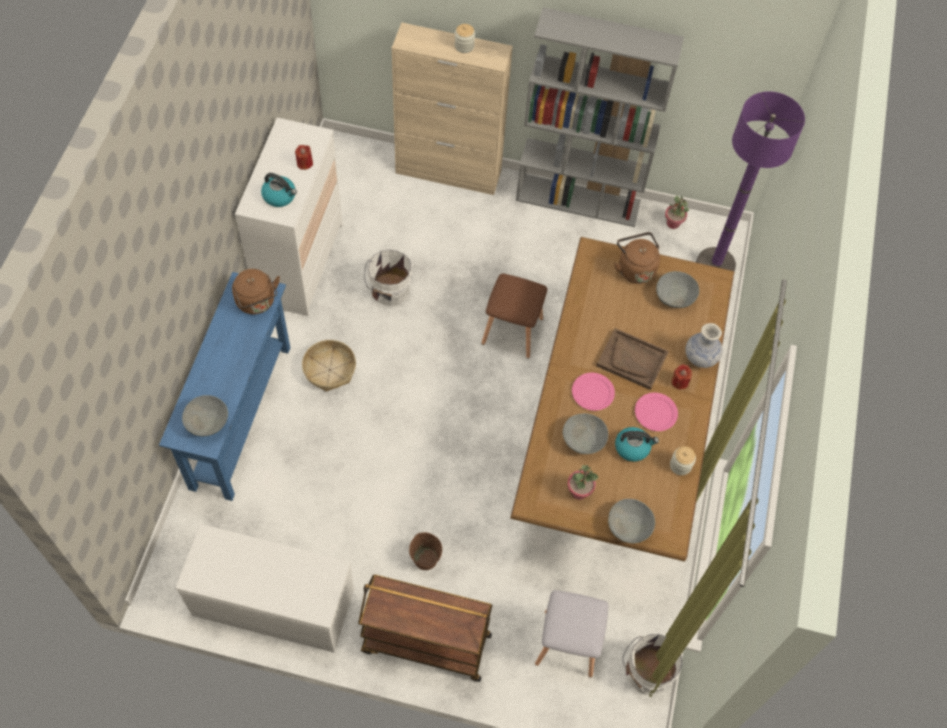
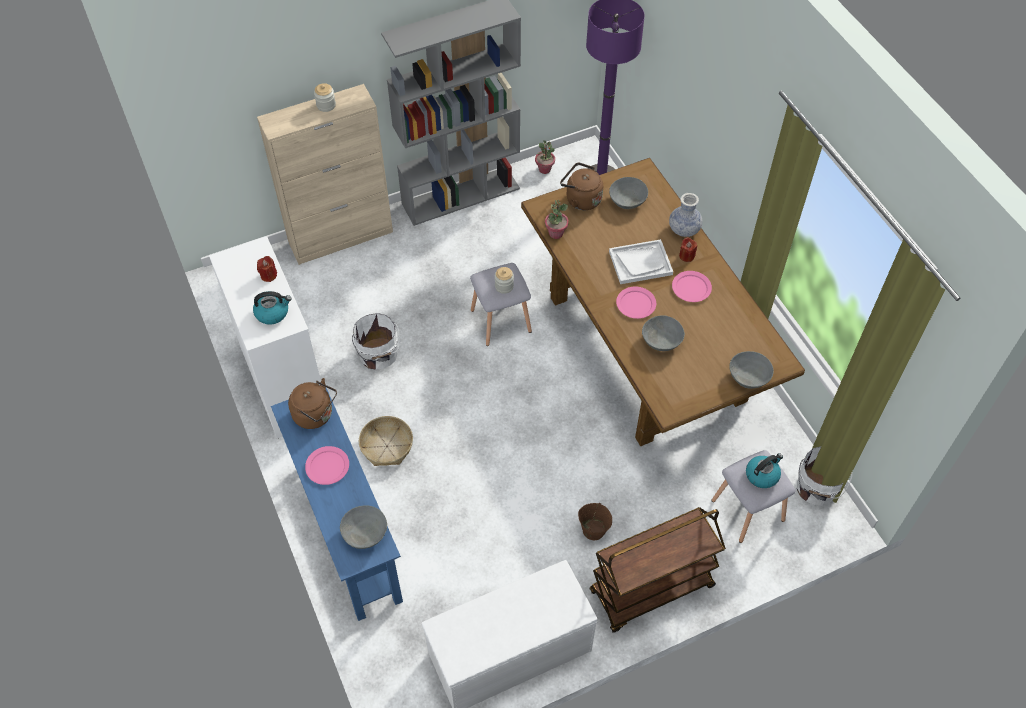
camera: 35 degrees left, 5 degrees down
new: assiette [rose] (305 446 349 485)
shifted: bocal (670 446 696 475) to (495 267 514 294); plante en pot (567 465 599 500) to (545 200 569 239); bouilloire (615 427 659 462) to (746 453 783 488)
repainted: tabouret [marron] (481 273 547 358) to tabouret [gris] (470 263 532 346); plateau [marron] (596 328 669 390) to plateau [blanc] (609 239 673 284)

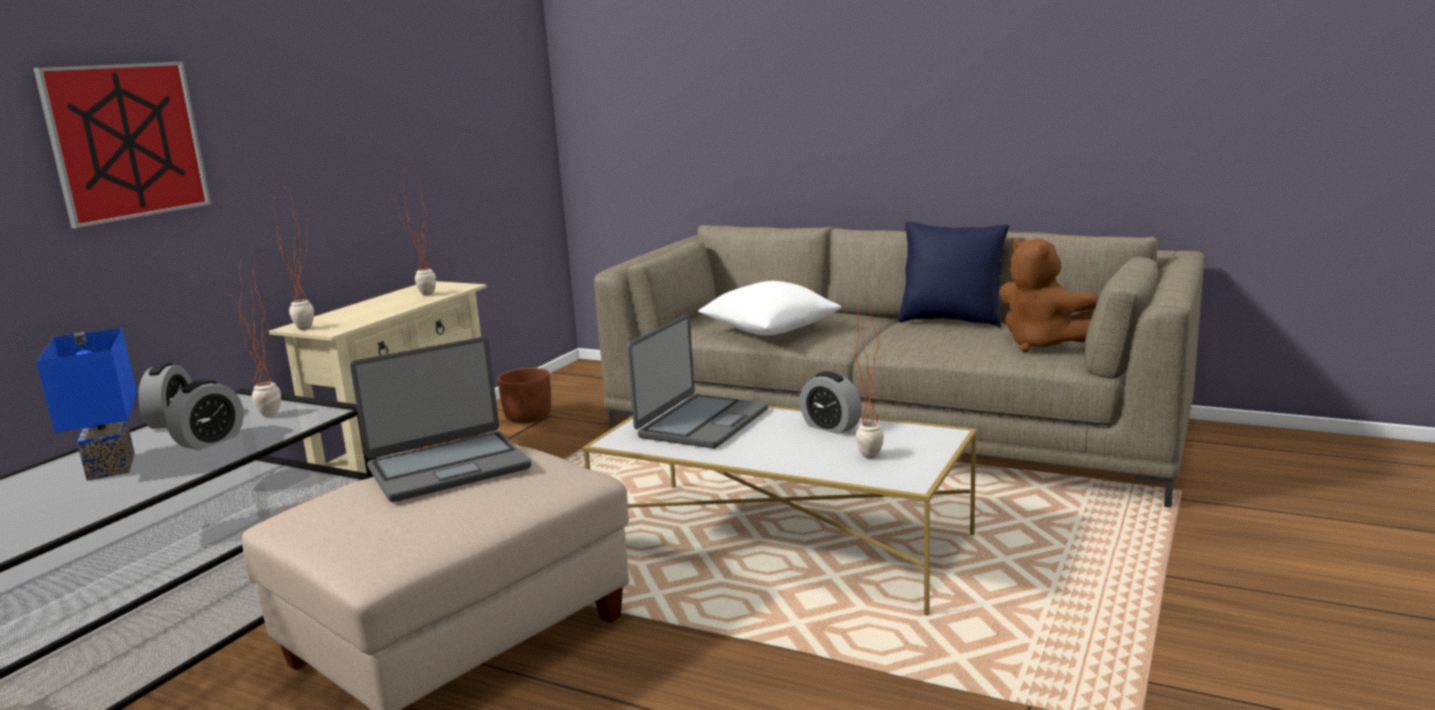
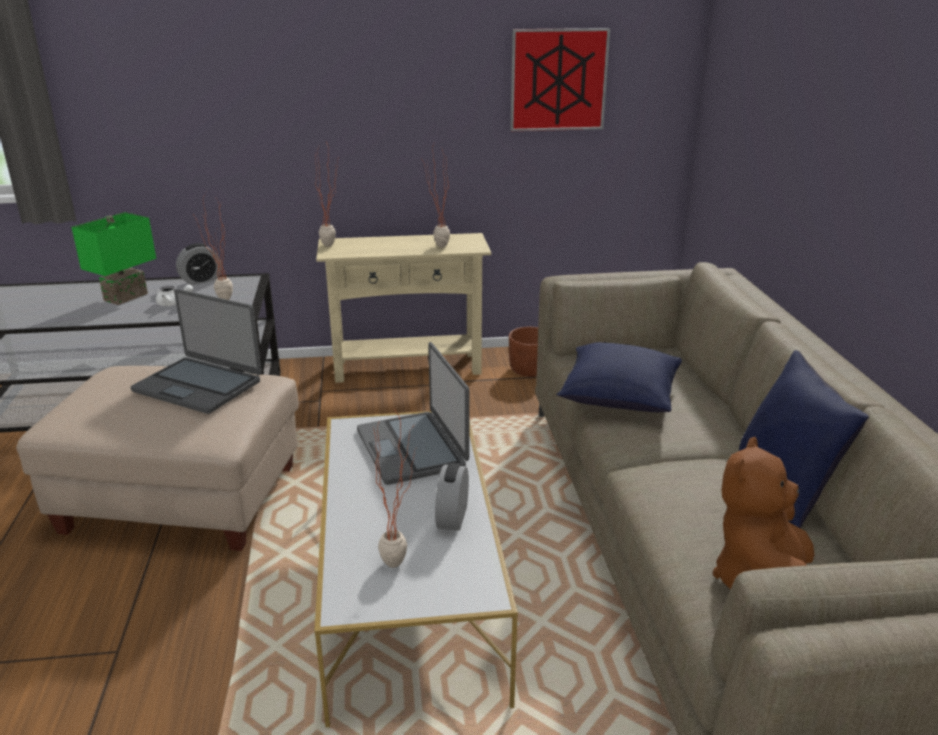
camera: 55 degrees right, 10 degrees up
shifted: tableau (33 62 211 228) to (510 28 610 131)
swapped: réveil (166 379 244 451) to théière [blanc] (156 285 193 306)
repainted: lampe de table [bleu] (36 327 137 481) to lampe de table [vert] (72 212 156 305); coussin [blanc] (698 281 841 336) to coussin [bleu] (556 342 682 412)
rotated: ordinateur portable (627 314 768 449) = (357 342 469 485) 75 degrees clockwise

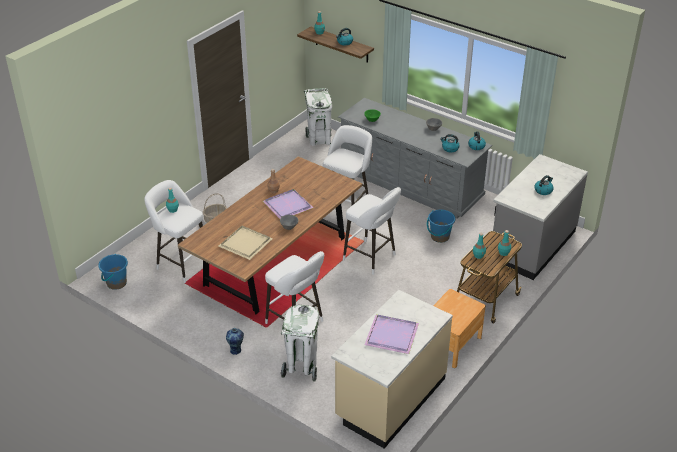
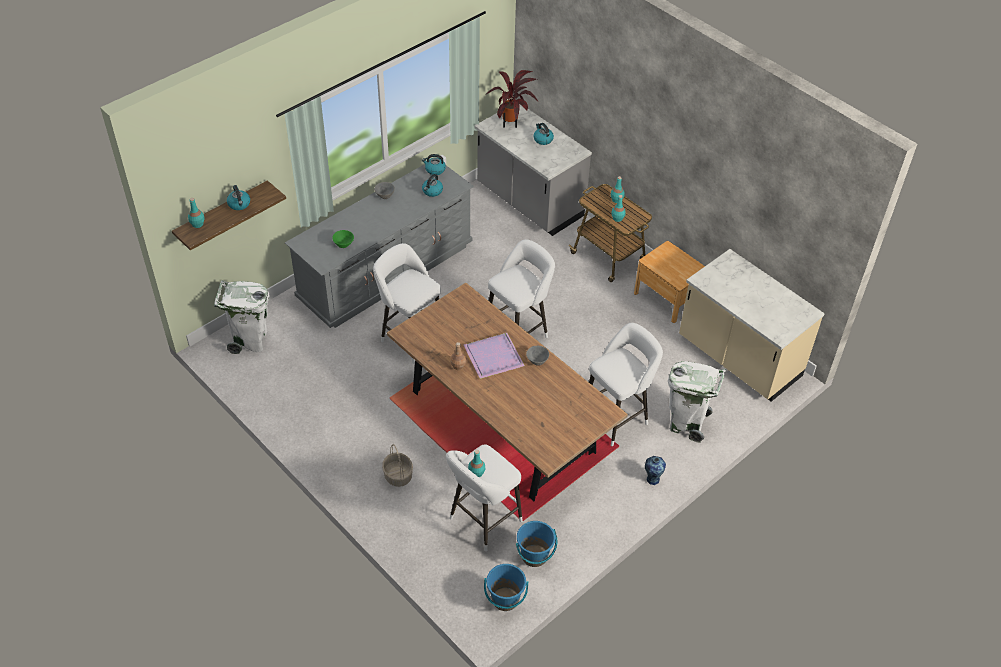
camera: 80 degrees left, 10 degrees up
gone: plateau [beige] (218 226 273 260); plateau [violet] (365 315 419 354)
new: plante en pot (486 70 538 128)
shifted: seau [bleu] (427 210 455 243) to (516 521 557 567)

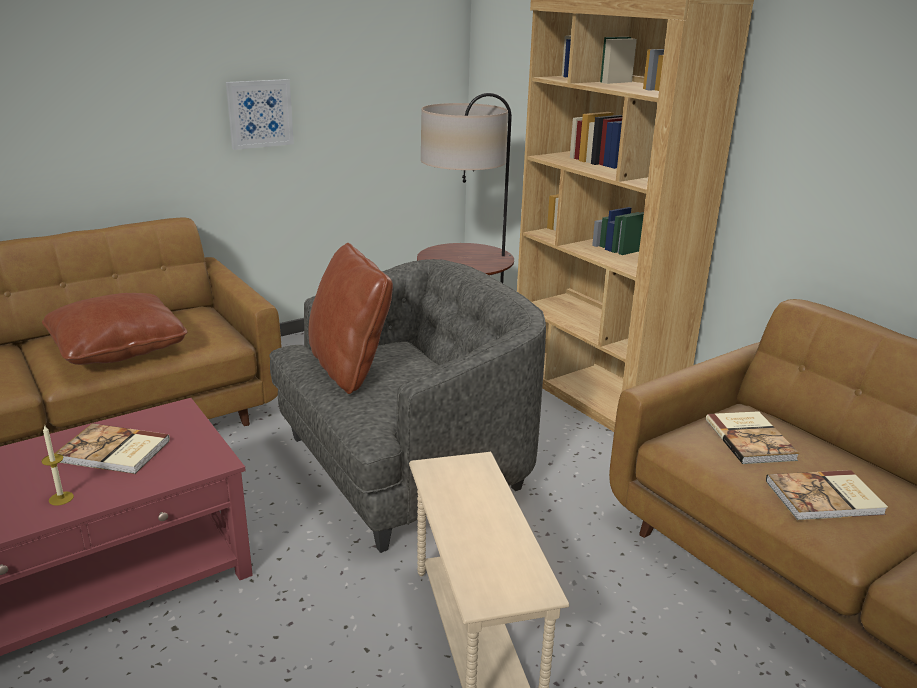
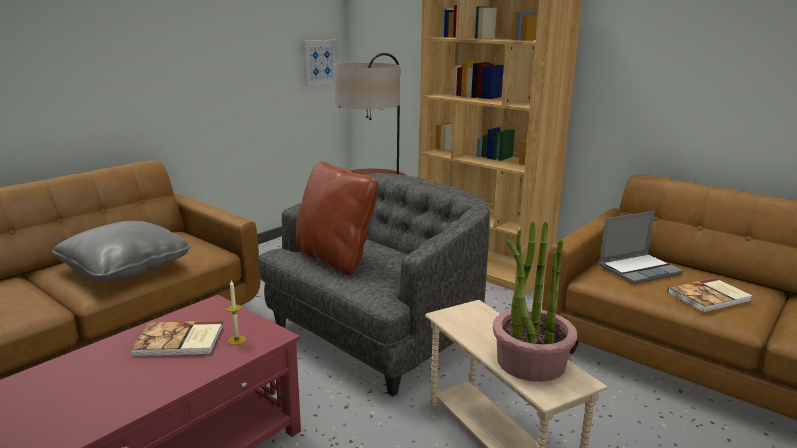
camera: 15 degrees left, 5 degrees down
new: plante en pot (493 221 577 382)
shifted: bougie (41 426 74 506) to (226 280 246 345); tableau (226 79 294 150) to (303 40 338 87)
swapped: livre (706 411 800 464) to ordinateur portable (599 211 684 284)
repainted: coussin [marron] (42 293 187 365) to coussin [gris] (52 221 191 281)

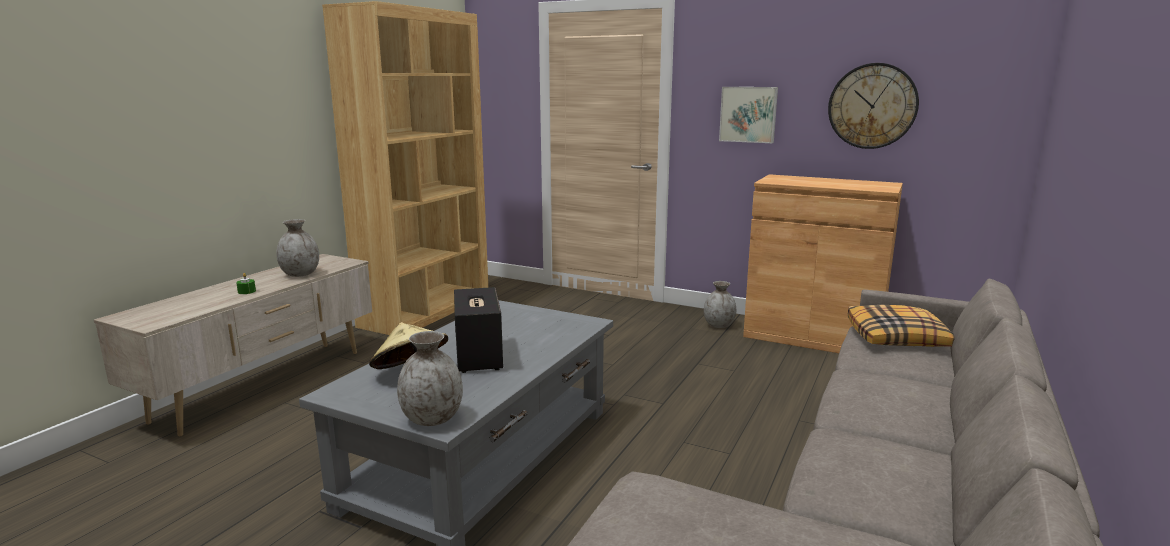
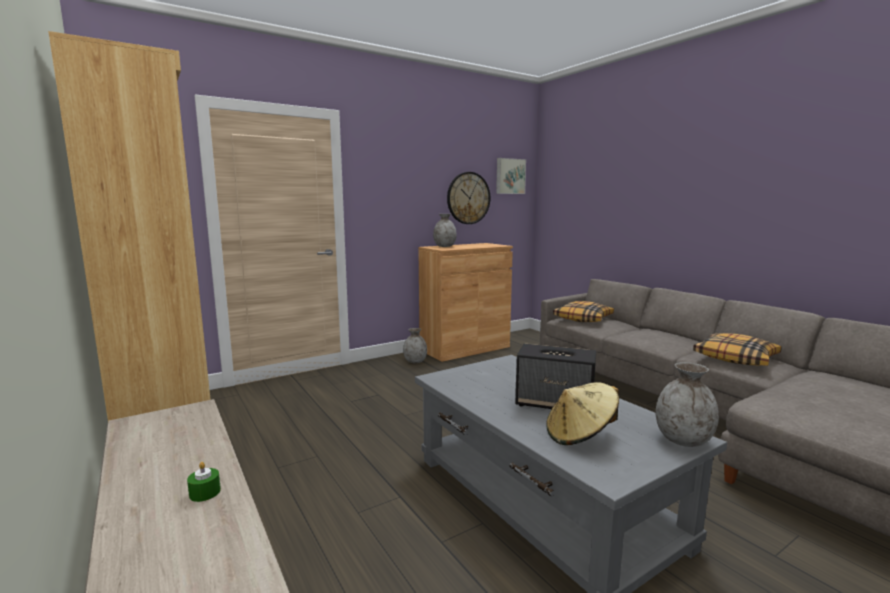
camera: 60 degrees left, 5 degrees down
new: coussin (693 333 782 366)
shifted: vase [gris] (276 219 319 277) to (433 214 457 247); tableau (719 87 778 143) to (496 158 526 194)

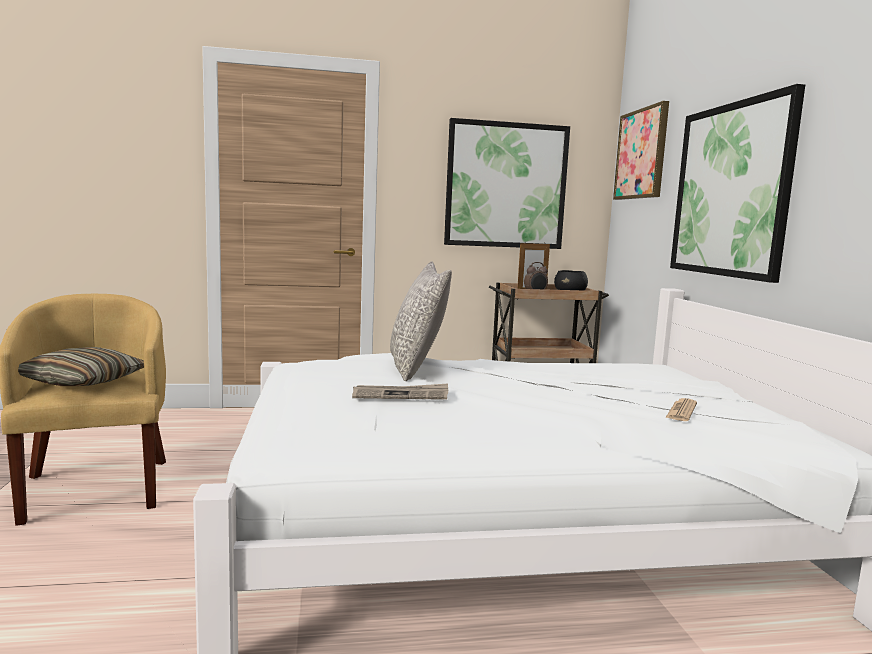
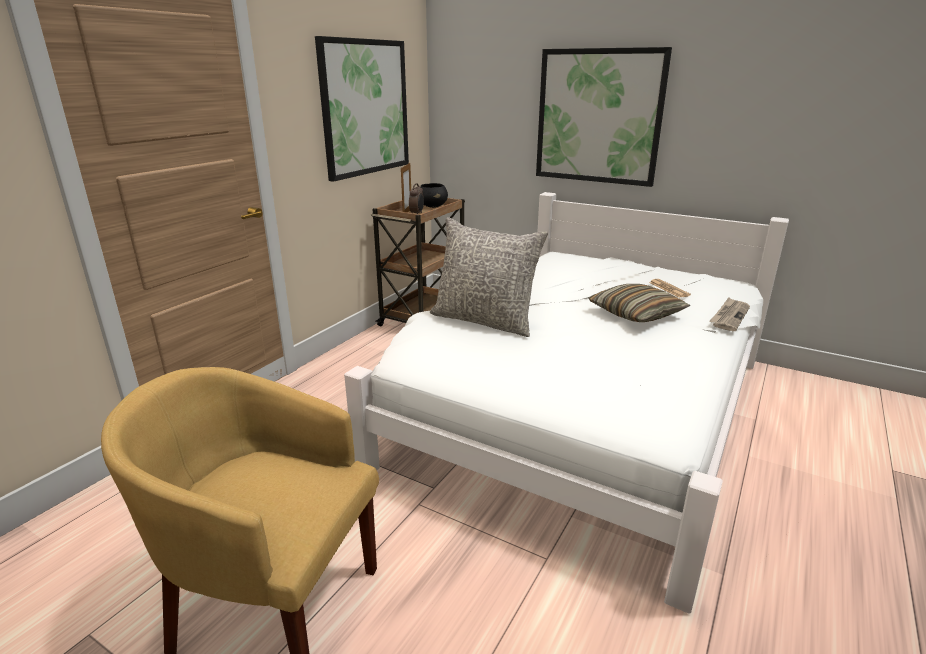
camera: 50 degrees left, 15 degrees up
gone: tableau (613 101 669 200)
shifted: coussin (18 347 144 386) to (588 284 690 322); journal (352 384 448 400) to (709 297 750 331)

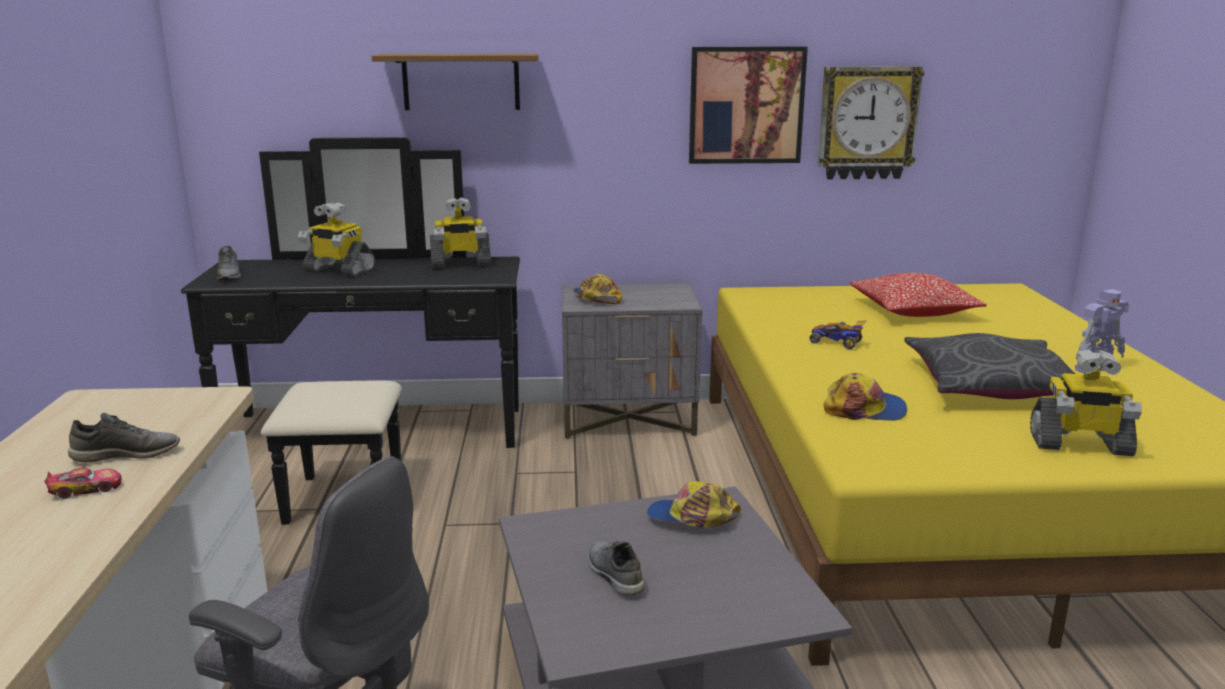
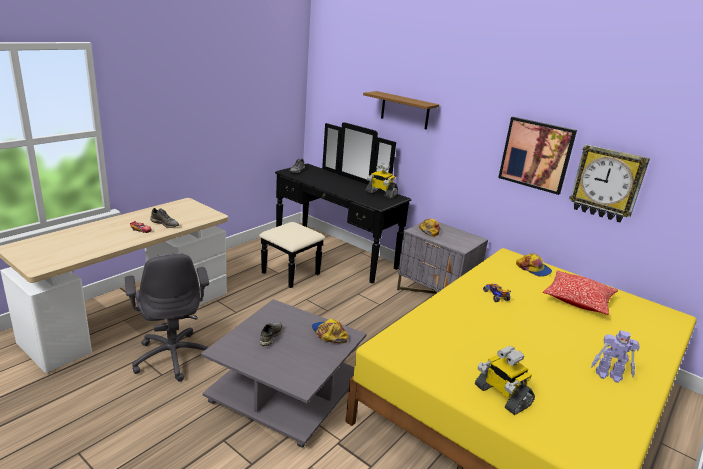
camera: 40 degrees right, 5 degrees up
gone: robot jouet (297 202 375 277); coussin [gris] (904 333 1076 399)
shifted: casquette (824 373 907 421) to (516 253 552 277)

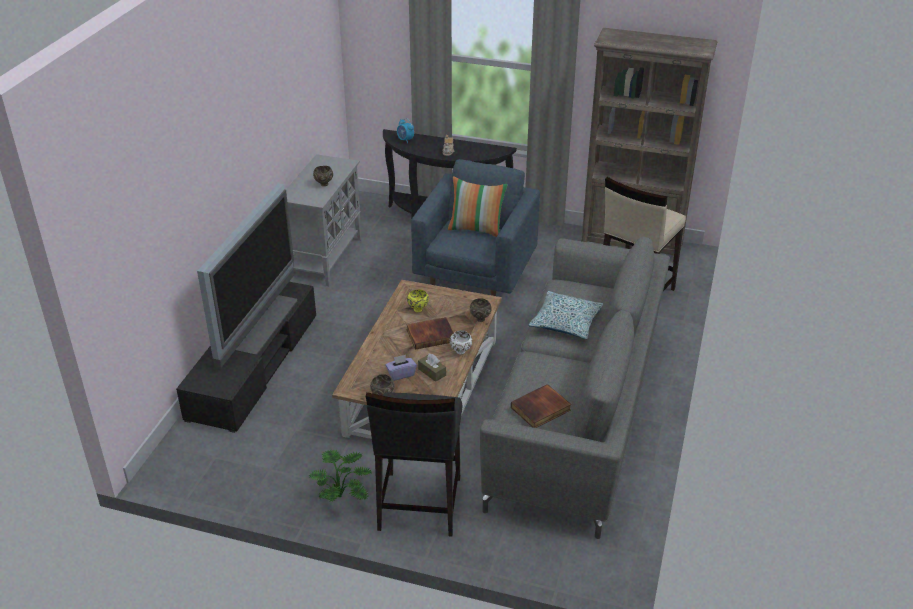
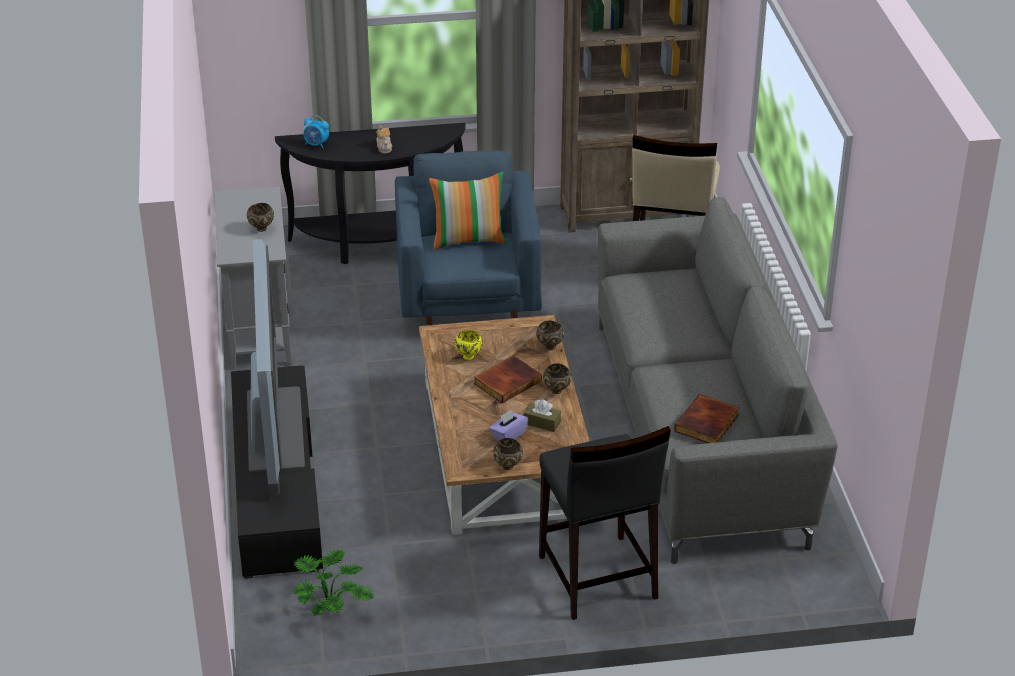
camera: 25 degrees left, 0 degrees up
gone: coussin (529 291 603 339)
shifted: plante en pot (308 449 372 502) to (293 549 374 616)
repainted: bol [blanc] (450 330 472 355) to bol [marron] (543 363 572 394)

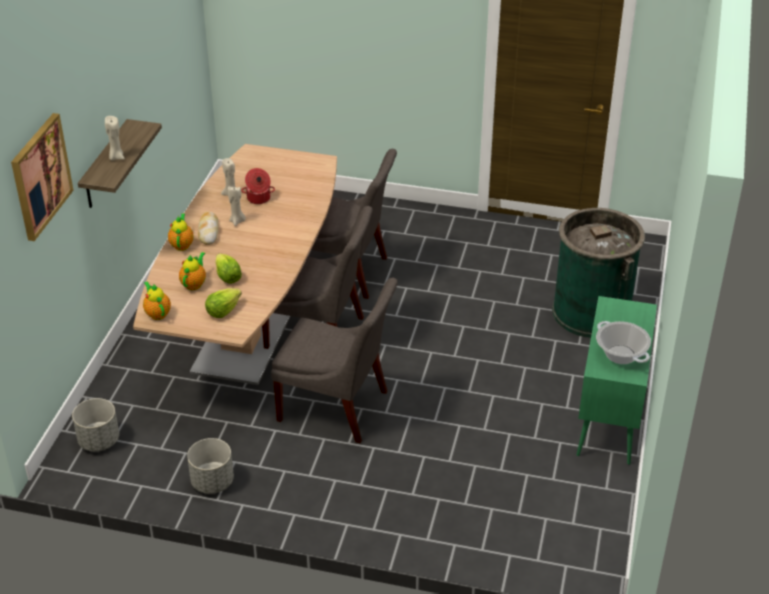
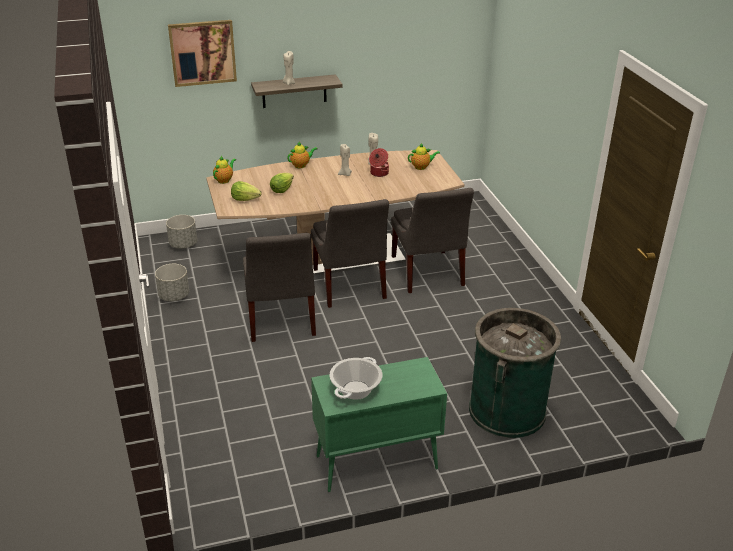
camera: 60 degrees right, 5 degrees down
gone: pain (198 212 218 245)
shifted: théière (179 252 206 290) to (408 143 440 170)

